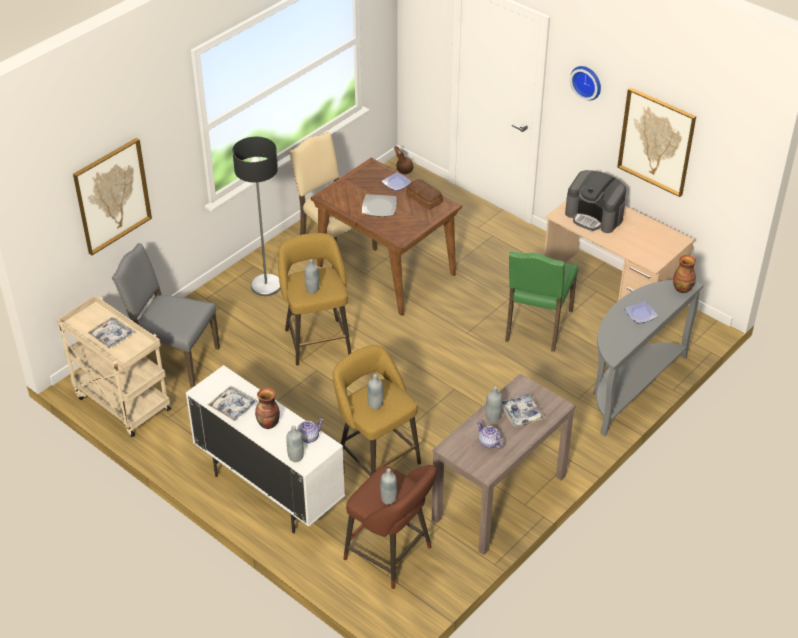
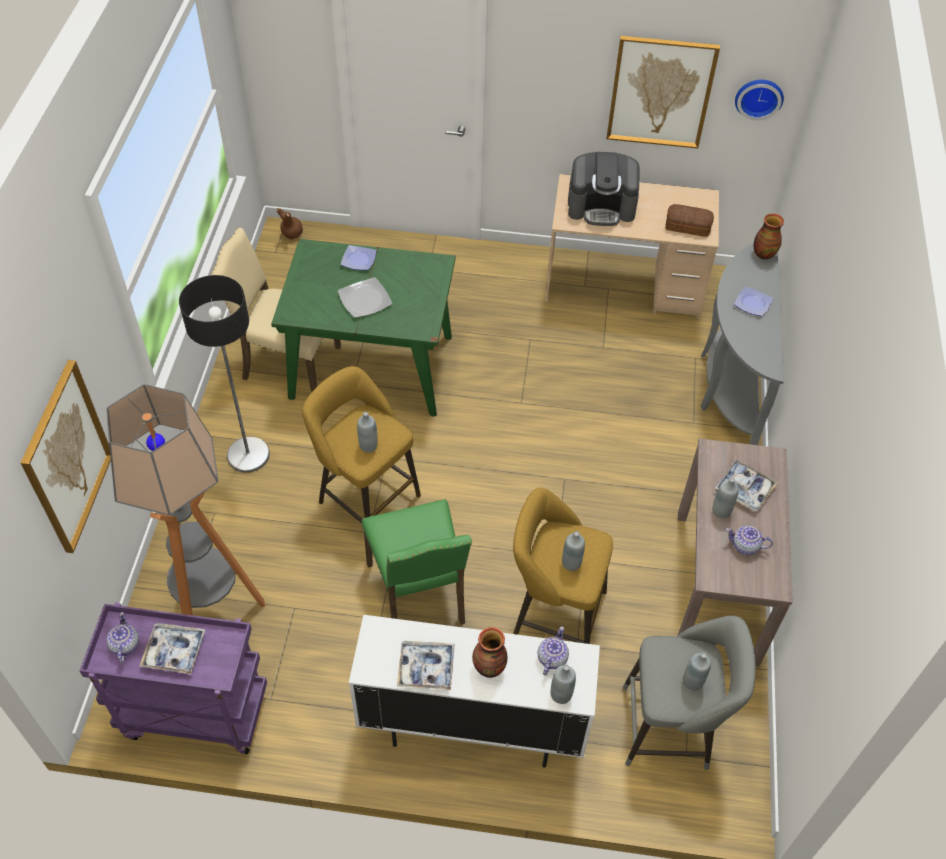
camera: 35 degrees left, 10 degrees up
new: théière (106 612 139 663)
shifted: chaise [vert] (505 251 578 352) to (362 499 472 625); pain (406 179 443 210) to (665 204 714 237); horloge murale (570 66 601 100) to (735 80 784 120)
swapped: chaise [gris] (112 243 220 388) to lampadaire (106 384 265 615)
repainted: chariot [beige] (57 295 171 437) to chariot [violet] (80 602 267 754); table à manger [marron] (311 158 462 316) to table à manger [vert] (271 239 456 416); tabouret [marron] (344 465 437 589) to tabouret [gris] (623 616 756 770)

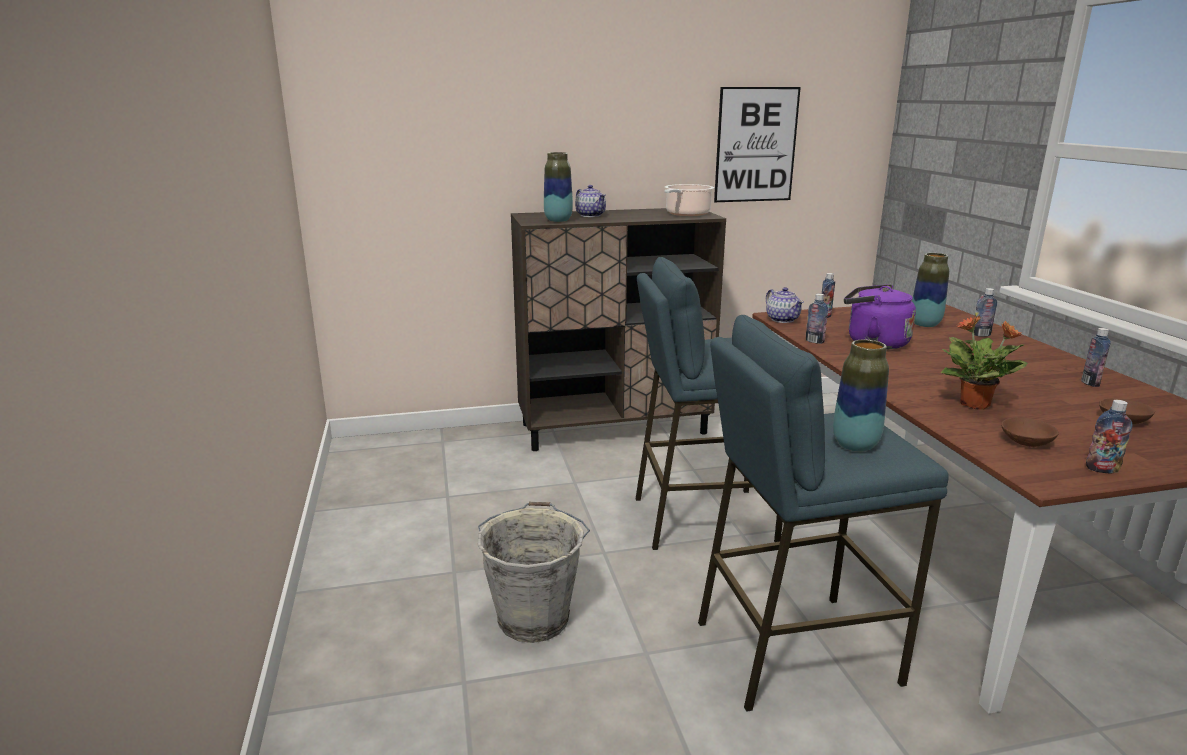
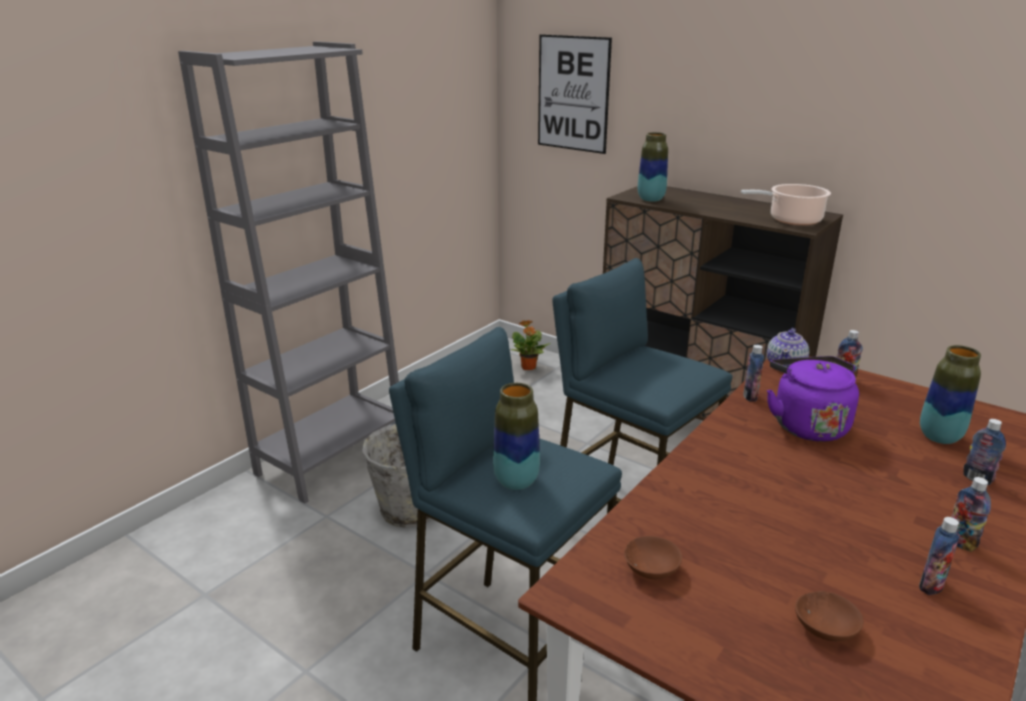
camera: 50 degrees right, 5 degrees up
gone: théière (575 185 606 217)
new: bibliothèque [gris] (178 41 399 504)
shifted: plante en pot (941 315 1028 410) to (511 320 551 370); tableau (714 87 801 202) to (538 34 612 154); bouteille (1086 400 1132 473) to (951 477 991 552)

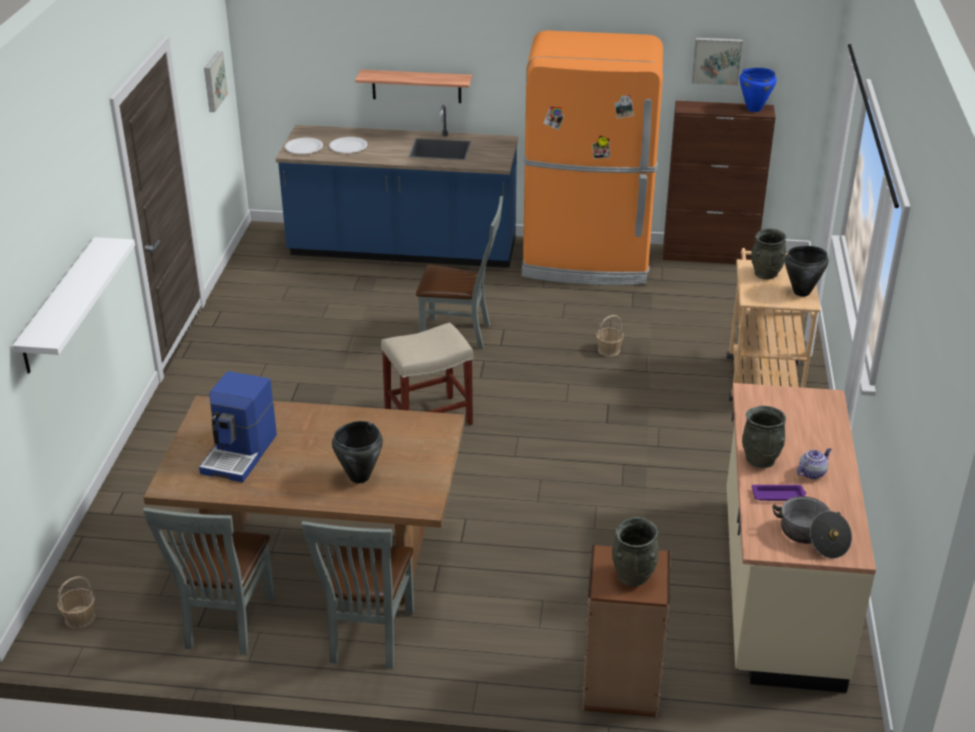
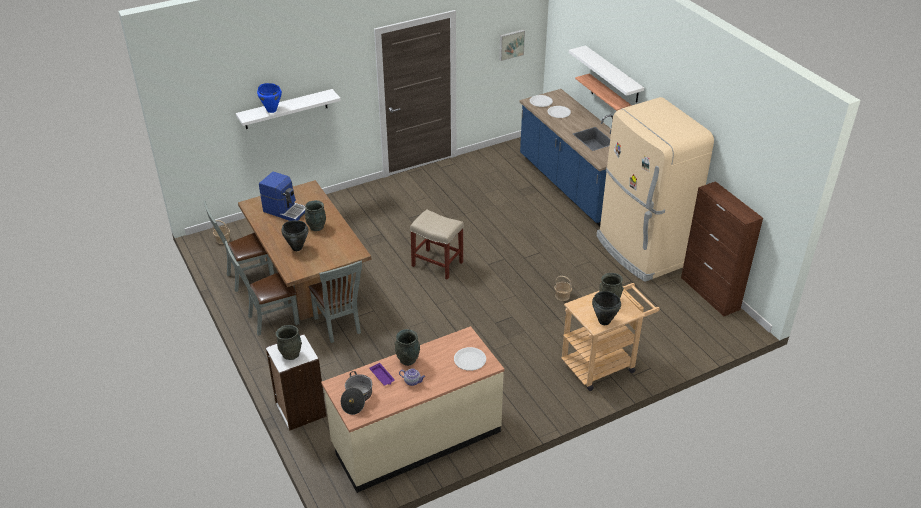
camera: 55 degrees right, 5 degrees up
gone: tableau (692 38 743 86)
new: vase [gris] (305 200 326 231); assiette [blanc] (454 347 486 371); étagère [blanc] (569 45 644 102)
shifted: marmite [bleu] (740 68 777 112) to (257 83 282 113); chaise [gris] (416 196 503 349) to (308 261 362 343)
repainted: bibliothèque [marron] (581 545 671 717) to bibliothèque [blanc] (265 333 326 431); réfrigérateur [orange] (522 30 663 285) to réfrigérateur [beige] (596 97 714 282)
rotated: machine à café (199 371 277 483) = (259 172 305 221) 135 degrees counterclockwise

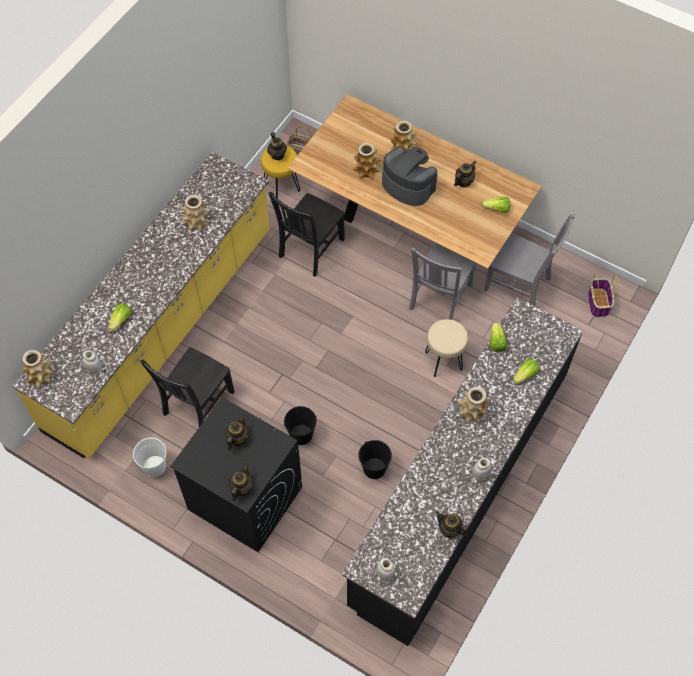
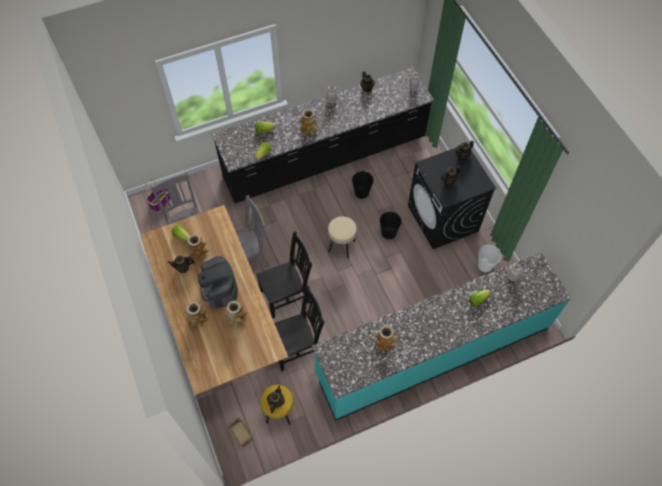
camera: 145 degrees left, 0 degrees up
shifted: vase (22 350 55 388) to (186 234 209 261); chaise [noir] (140 347 235 427) to (256 231 312 318); tabouret [beige] (425 319 468 377) to (328 216 357 258)
repainted: comptoir de cuisine [jaune] (12 152 270 458) to comptoir de cuisine [turquoise] (312 253 571 420)

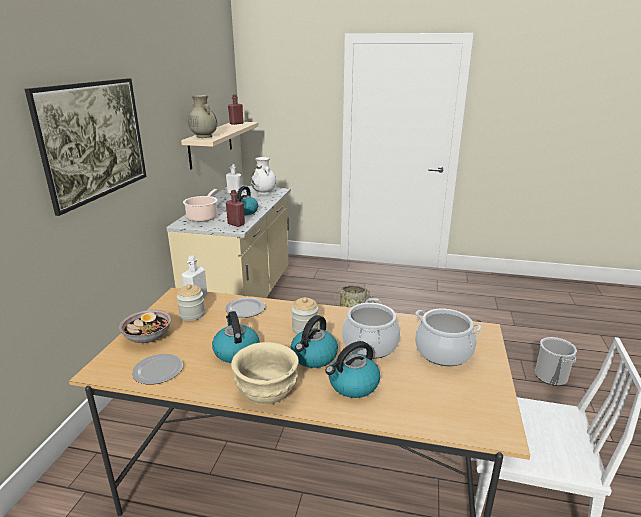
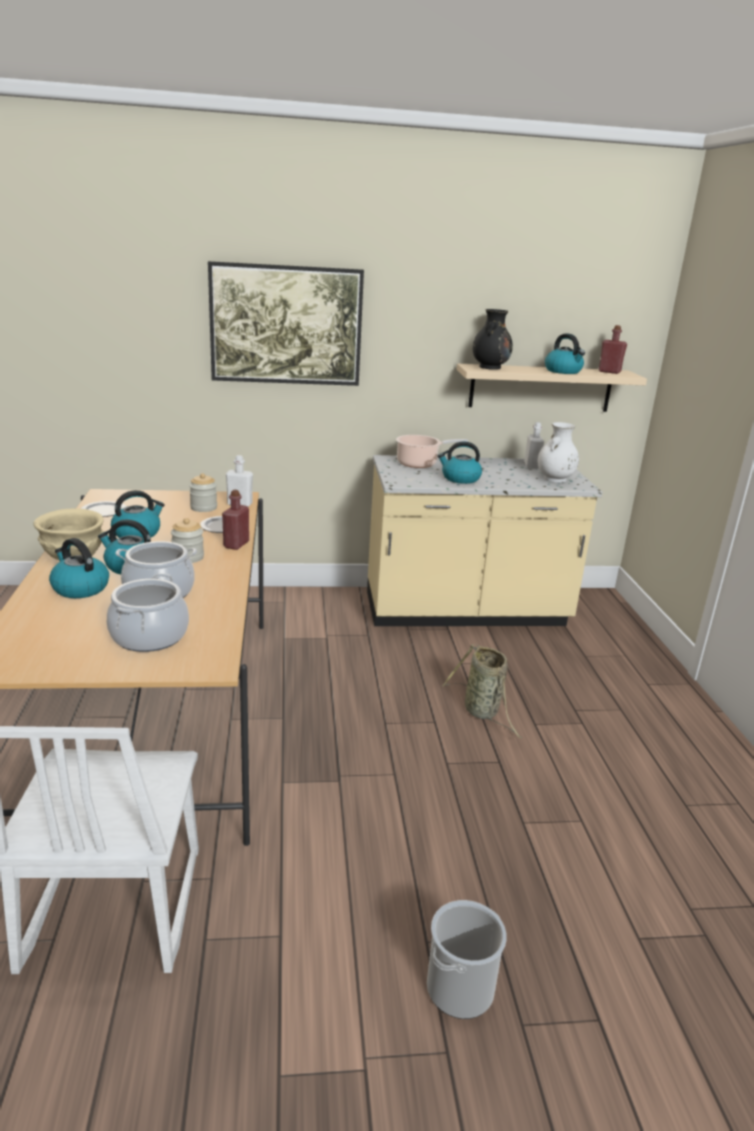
camera: 70 degrees right, 0 degrees up
gone: bol (119 310 171 343)
new: bouilloire (545 334 585 374)
shifted: bouteille [rouge] (226 190 245 227) to (222 490 249 550)
repainted: vase [beige] (188 95 217 138) to vase [noir] (473 309 513 370)

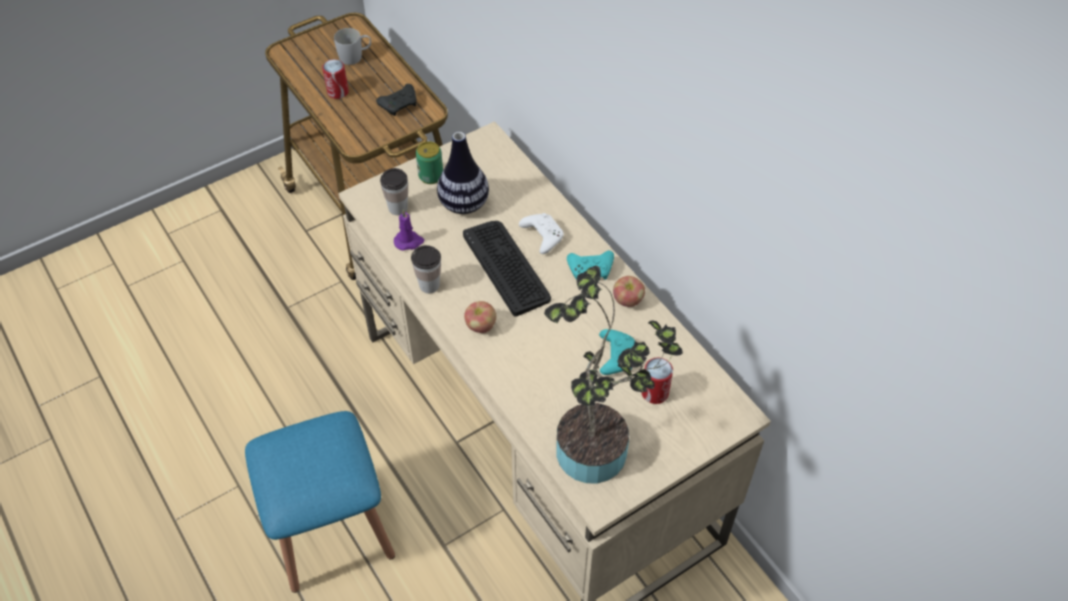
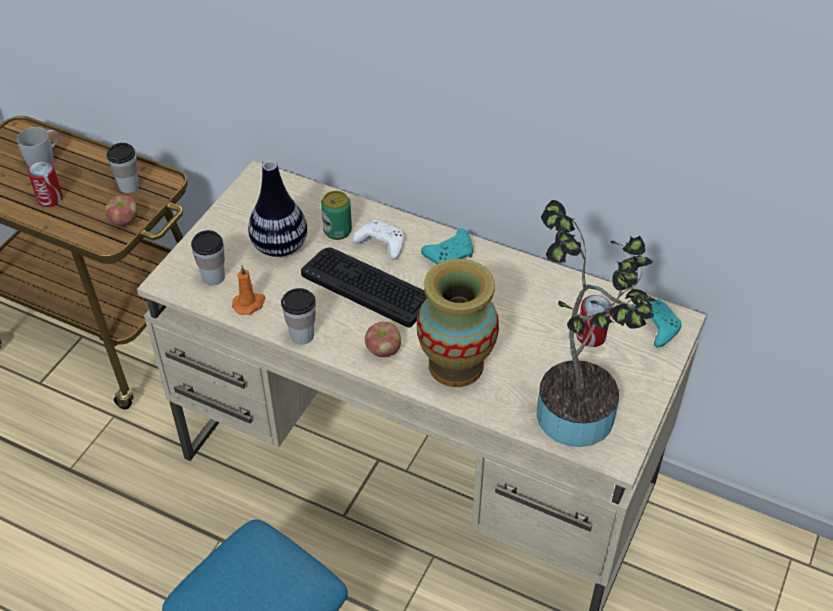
camera: 30 degrees left, 5 degrees down
new: vase (417 259 499 387)
shifted: pomme (613 276 645 307) to (105 195 137 226); boîte métallique (416 141 443 184) to (321 191 352 240); manette [turquoise] (599 329 635 375) to (632 299 682 347)
swapped: manette [noir] (376 84 416 116) to tasse (107 143 139 193)
repainted: bougie [violet] (394 209 424 251) to bougie [orange] (232 265 266 315)

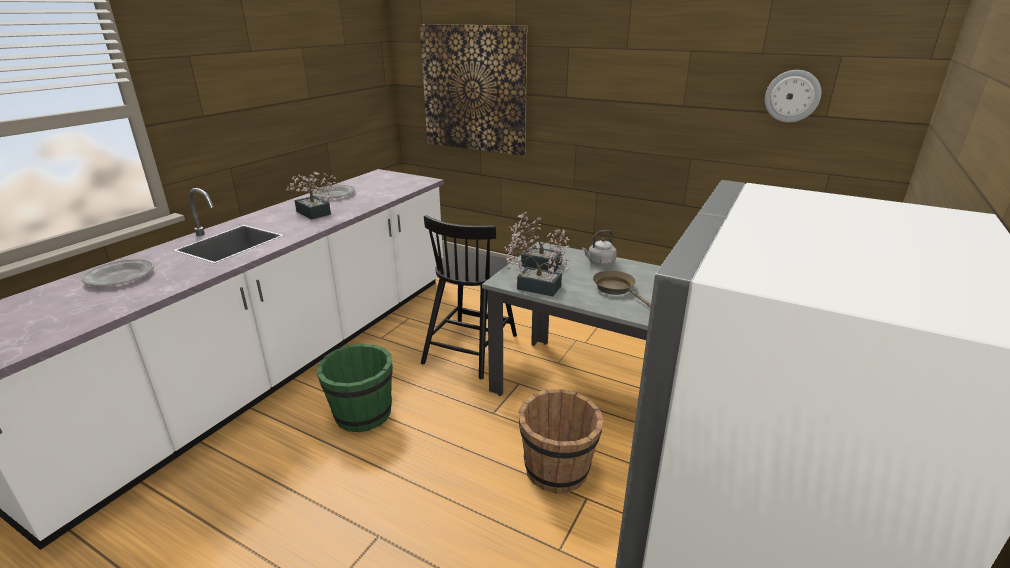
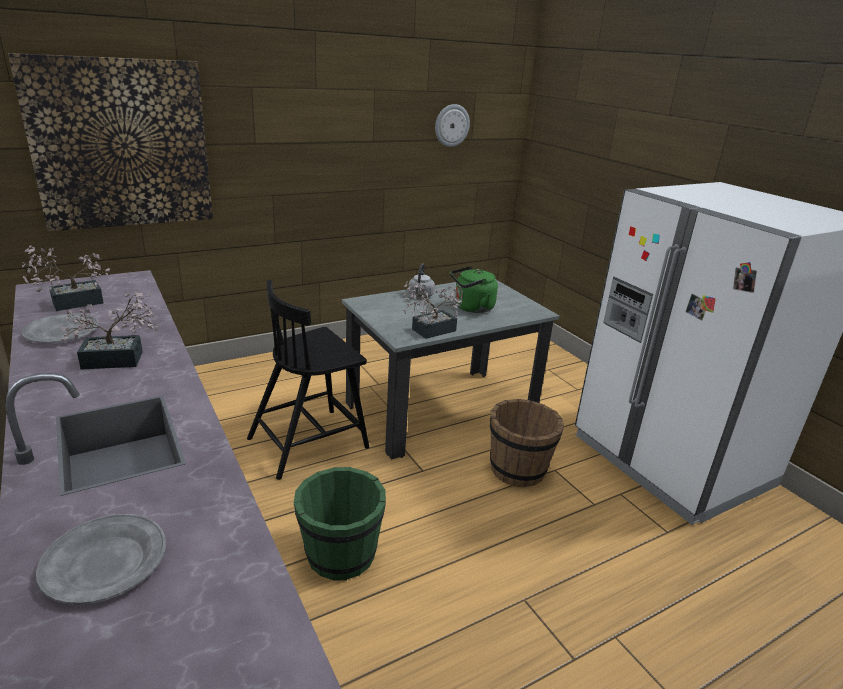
camera: 60 degrees left, 0 degrees up
shifted: plante en pot (509 212 570 272) to (22 245 110 311)
swapped: poêle [marron] (593 271 651 308) to bouilloire [vert] (450 266 498 313)
rotated: chaise [noir] (421 215 517 379) = (247 280 369 480) 90 degrees clockwise

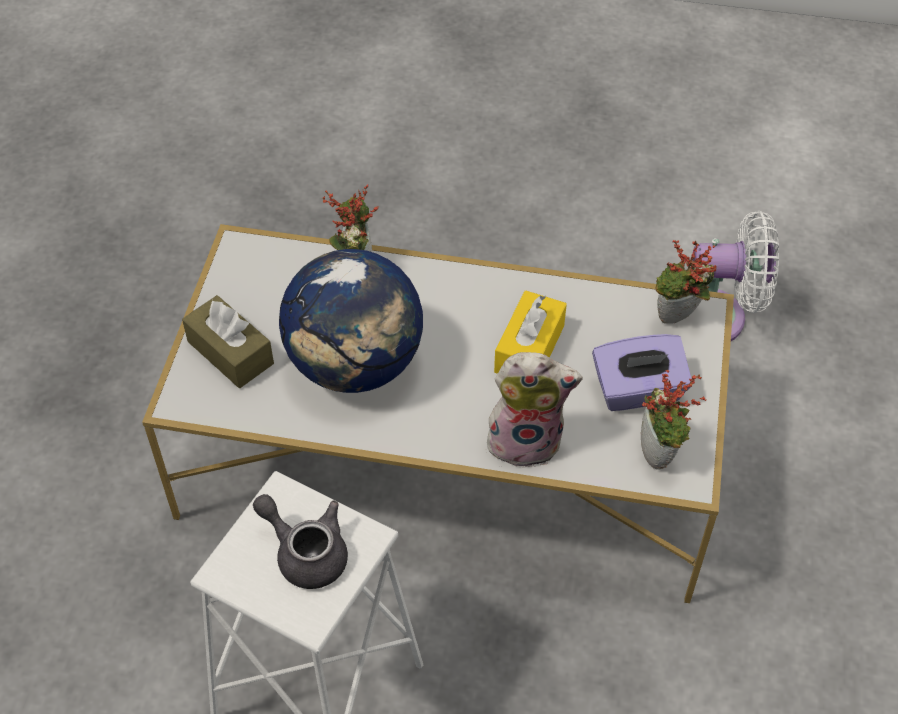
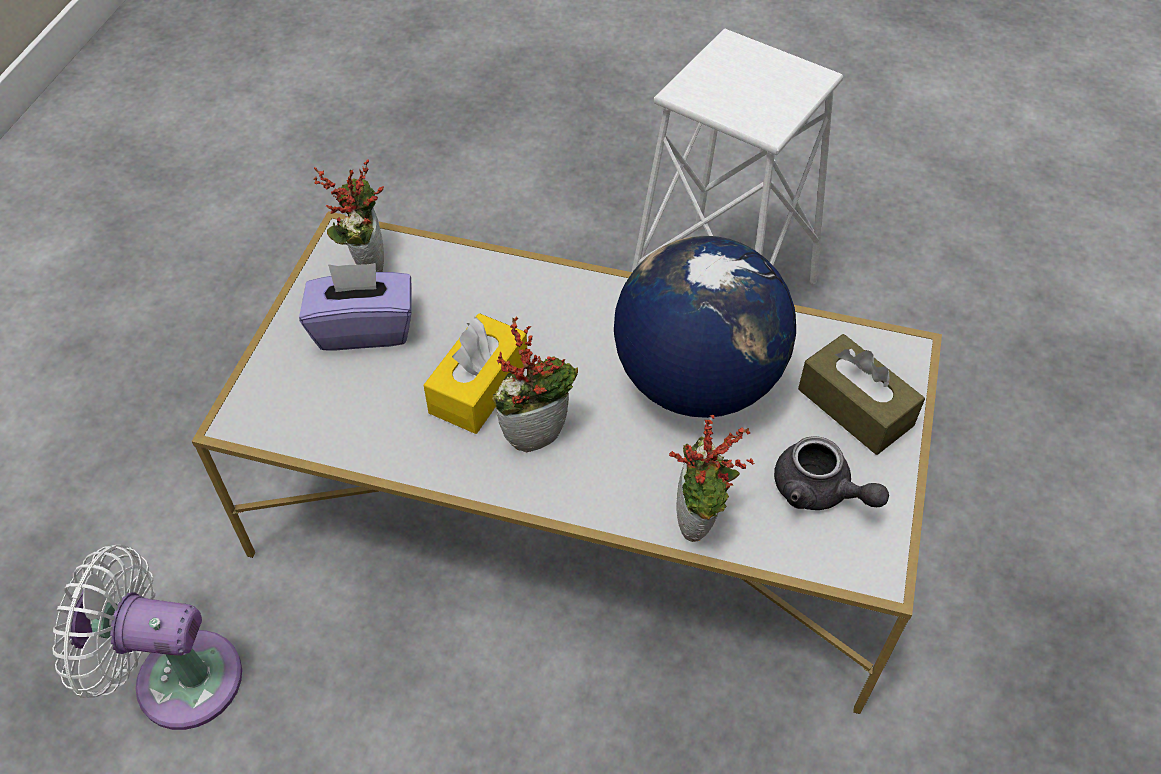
camera: 175 degrees left, 0 degrees up
gone: peluche (487 352 583 468)
shifted: plante en pot (656 240 716 324) to (492 316 578 453); théière [gris] (253 494 348 589) to (774 436 889 510)

